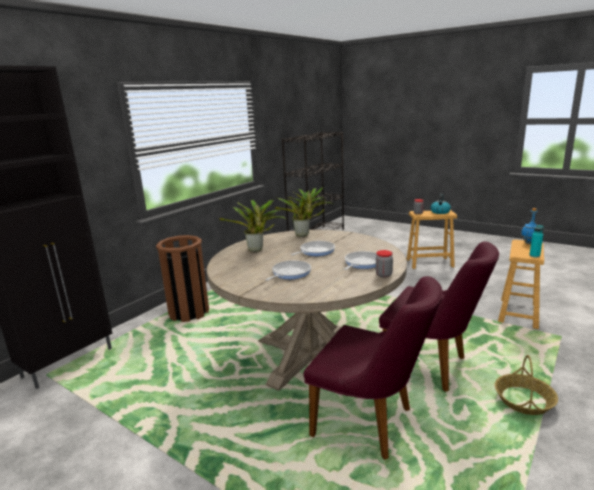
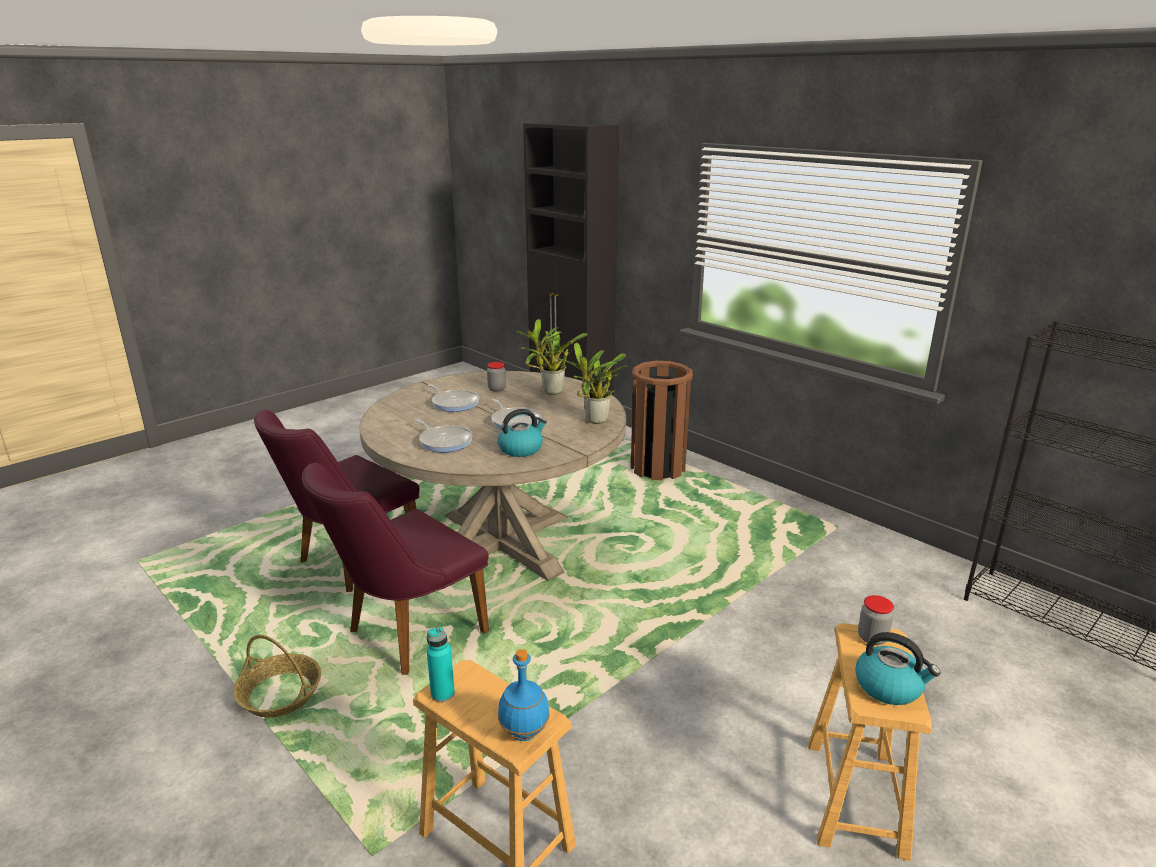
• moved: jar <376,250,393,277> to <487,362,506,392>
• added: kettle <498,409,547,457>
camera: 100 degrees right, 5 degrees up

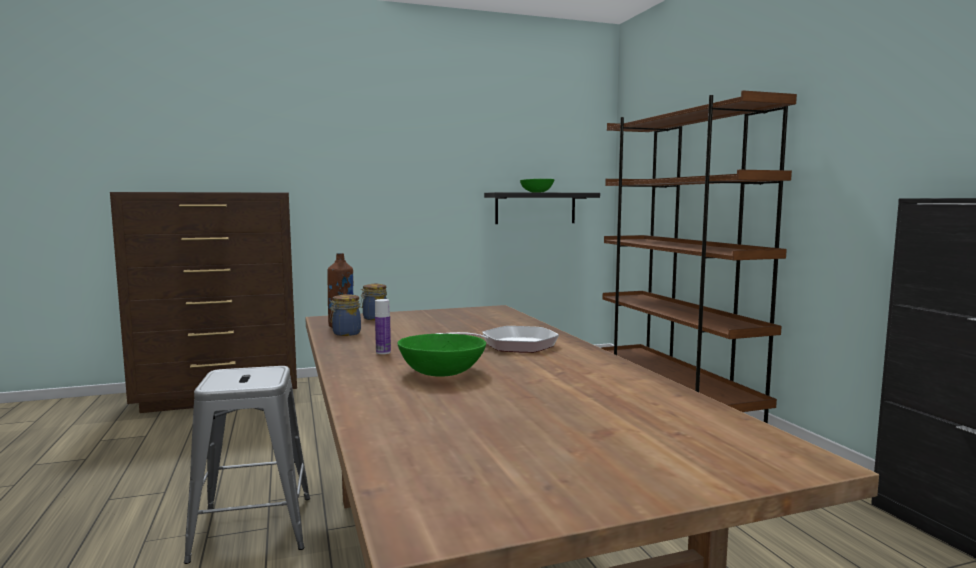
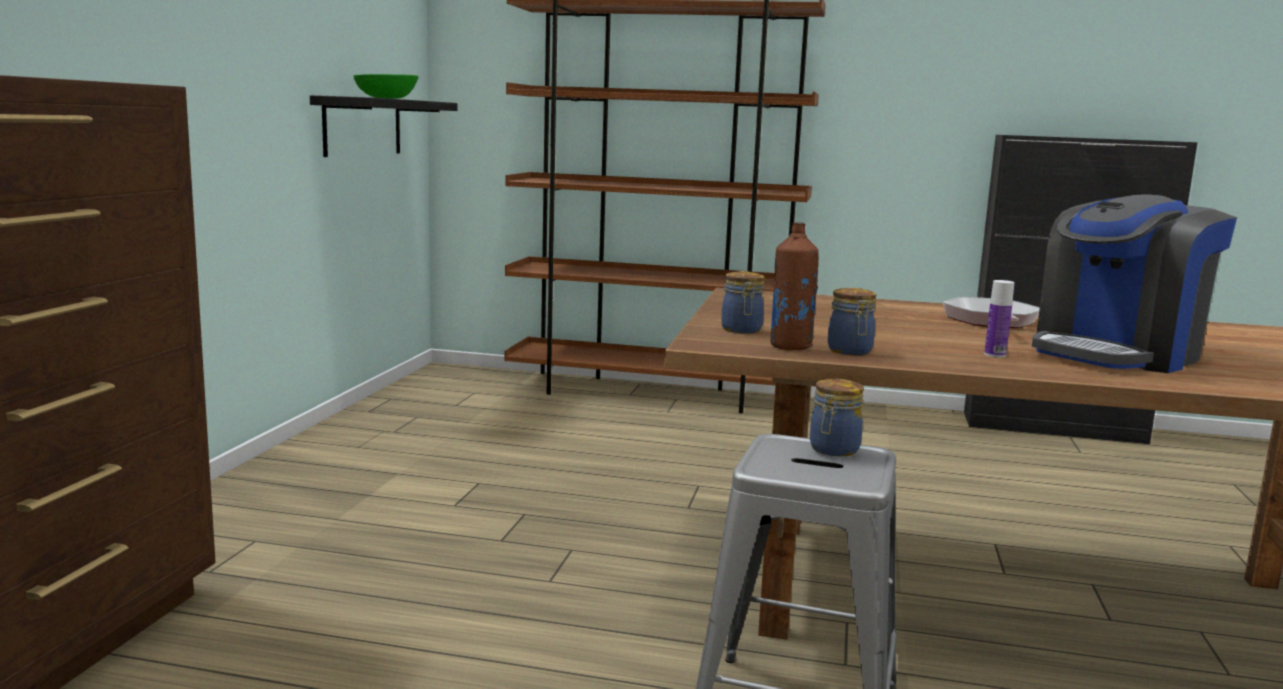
• replaced: deep dish (green) <397,334,486,377> to coffee maker <1032,194,1237,373>
• added: jar <810,379,864,456>
camera: 60 degrees left, 5 degrees up

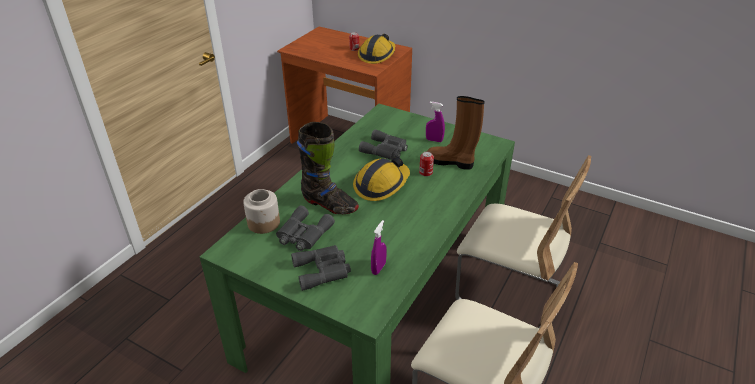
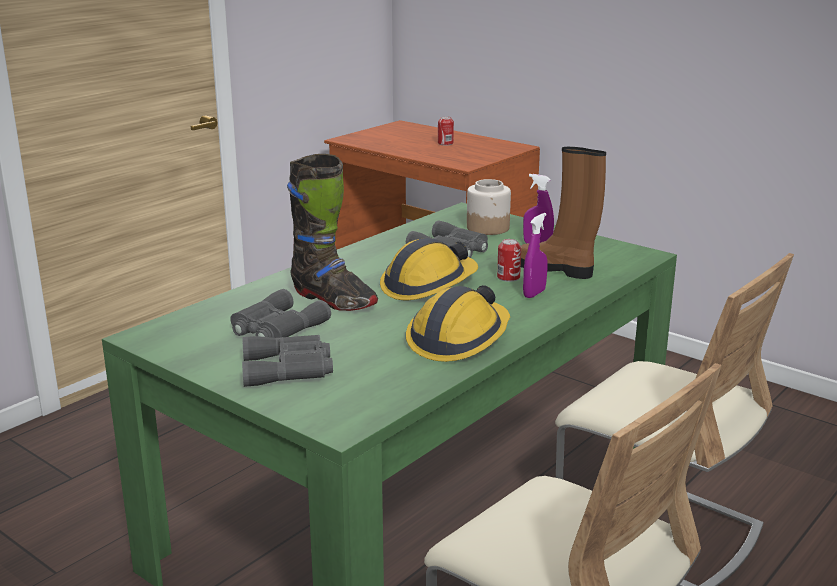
• moved: jar <243,189,280,234> to <467,179,511,235>
• moved: safety helmet <358,34,395,64> to <406,285,510,362>
• moved: hand sprayer (purple-coloured) <371,220,387,275> to <523,213,548,298>
camera: 10 degrees right, 15 degrees down

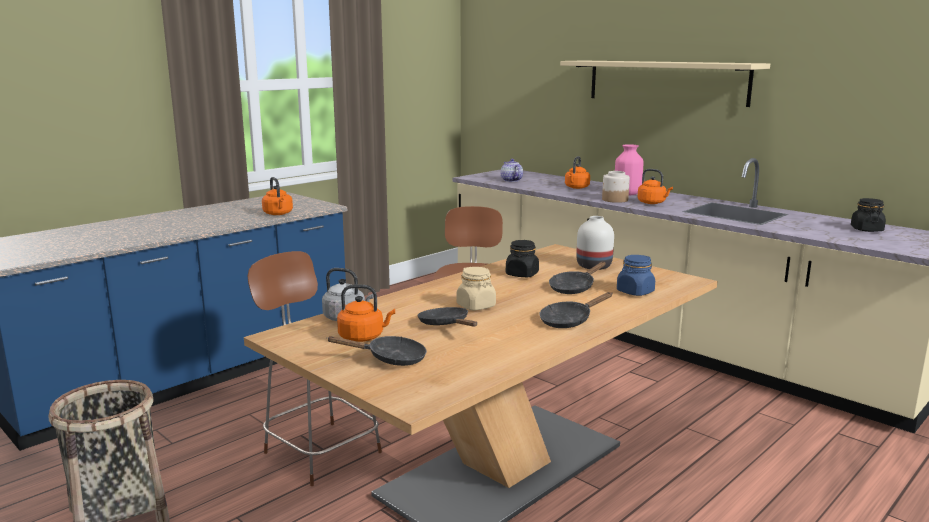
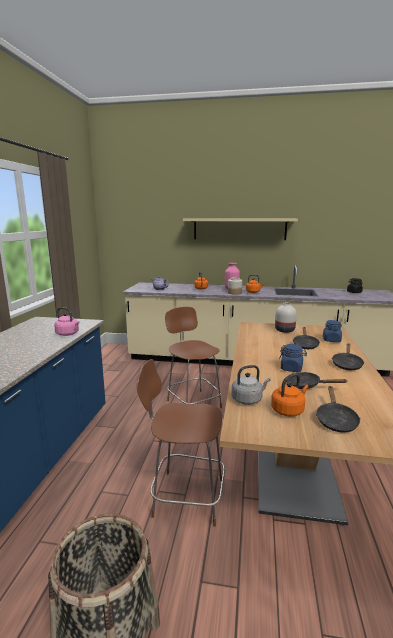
• recoloured: kettle (orange) <262,177,293,215> to kettle (pinkish) <54,307,80,336>
• turned: frying pan (blackish) <326,336,427,366> = <316,386,360,433> 135 degrees clockwise
• recoloured: jar (beige) <457,267,496,311> to jar (bluish) <279,344,307,372>
• removed: jar (blackish) <506,240,539,277>
camera: 35 degrees left, 0 degrees up

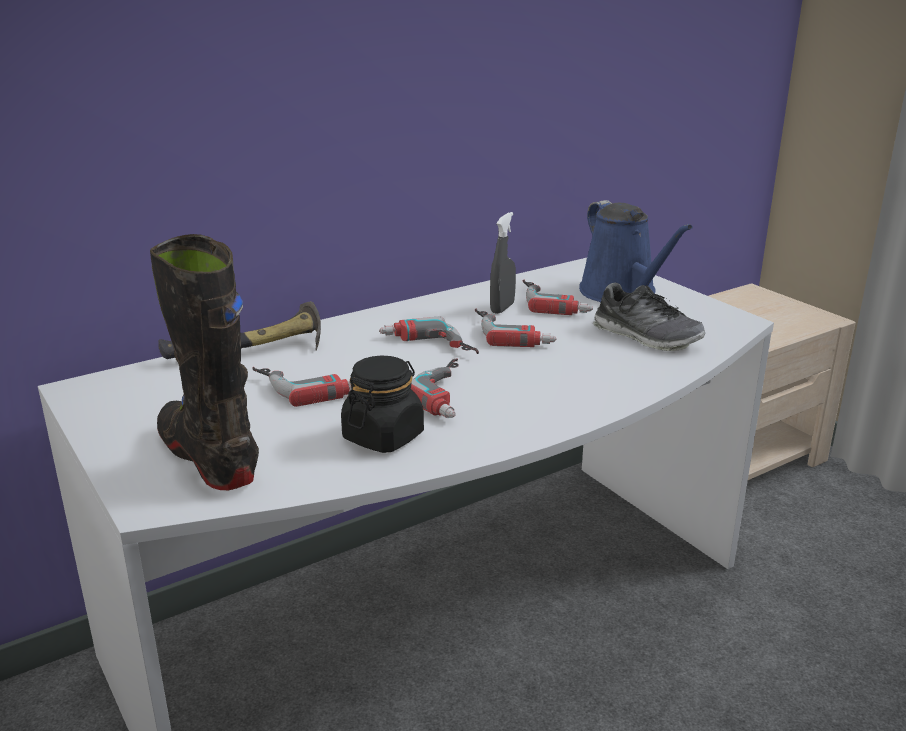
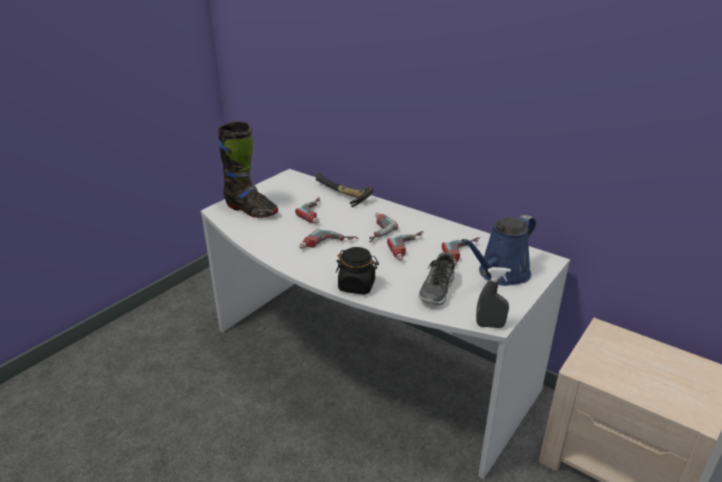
• turned: tall boot (blackish) <150,234,259,490> = <217,121,278,218> 90 degrees clockwise
• moved: jar (blackish) <341,355,424,453> to <336,247,379,294>
• moved: hand sprayer (gray) <490,212,516,314> to <476,267,511,328>
camera: 70 degrees right, 5 degrees up

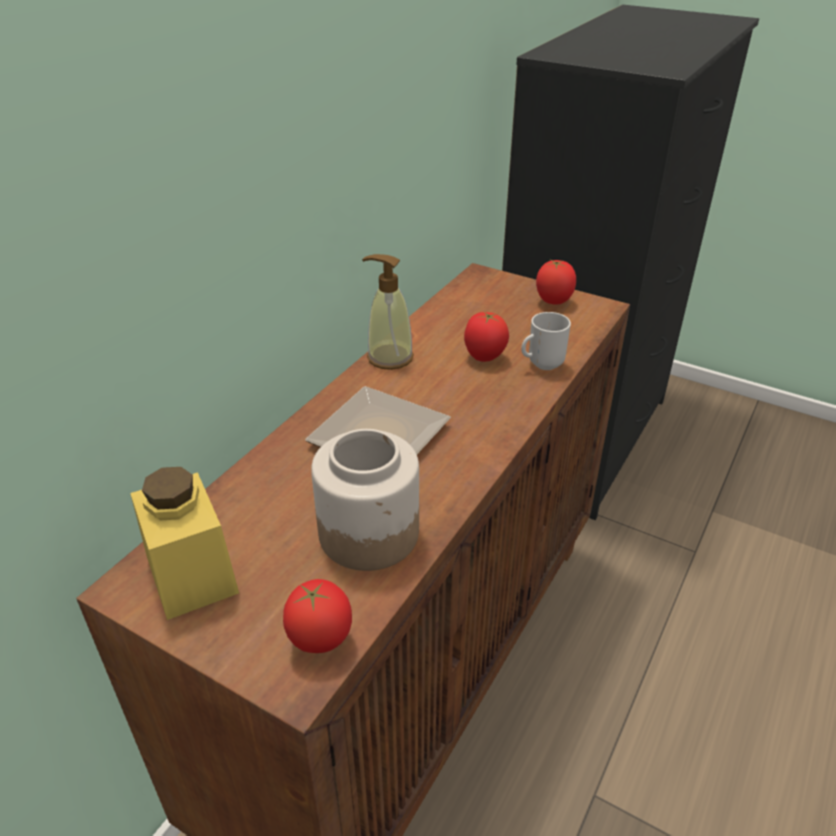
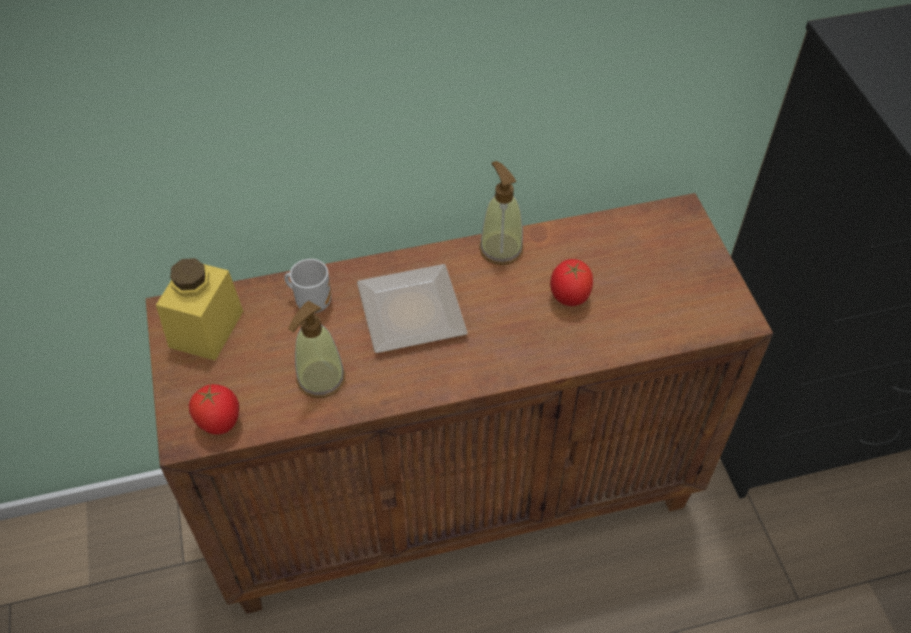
• replaced: jar <311,429,419,571> to soap bottle <288,301,345,398>
• moved: coffee mug <521,312,571,370> to <284,259,331,313>
• removed: whole tomato <536,260,576,305>
camera: 45 degrees right, 15 degrees up

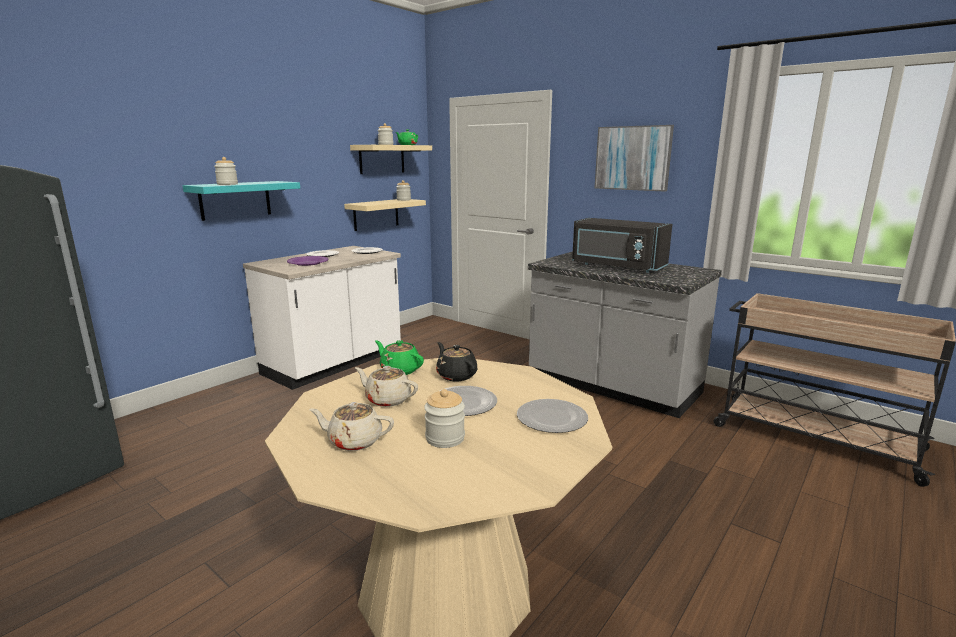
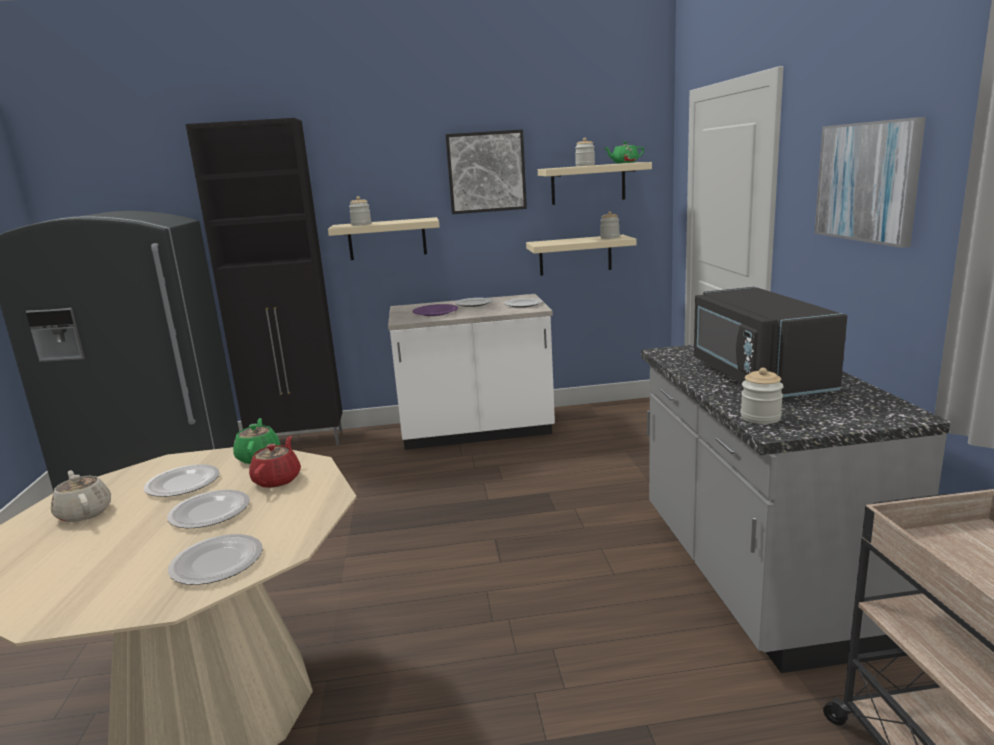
• recoloured: bracket shelf (turquoise) <183,181,300,221> to bracket shelf (beige) <328,217,440,260>
• replaced: pot for tea (beige) <355,366,418,407> to plate <144,464,220,497>
• moved: jar <424,389,465,448> to <740,368,784,424>
• recoloured: pot for tea (blackish) <436,342,477,381> to pot for tea (reddish) <249,436,301,488>
• added: cabinet (blackish) <185,118,343,445>
• added: wall picture <445,129,527,214>
camera: 45 degrees right, 0 degrees up

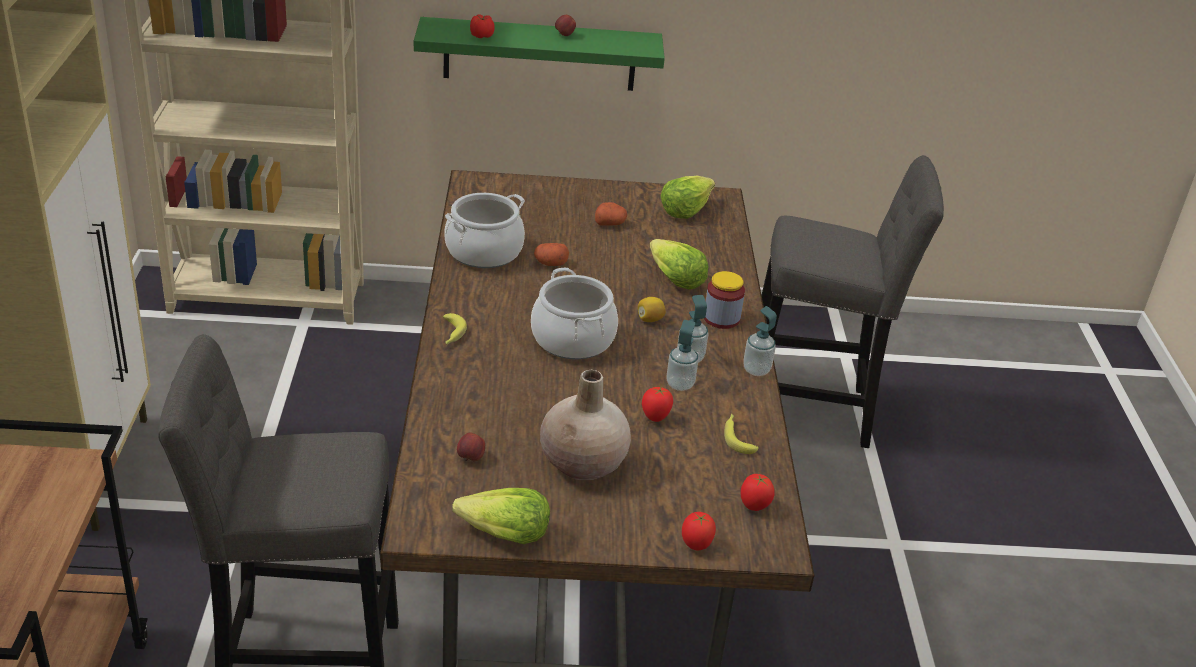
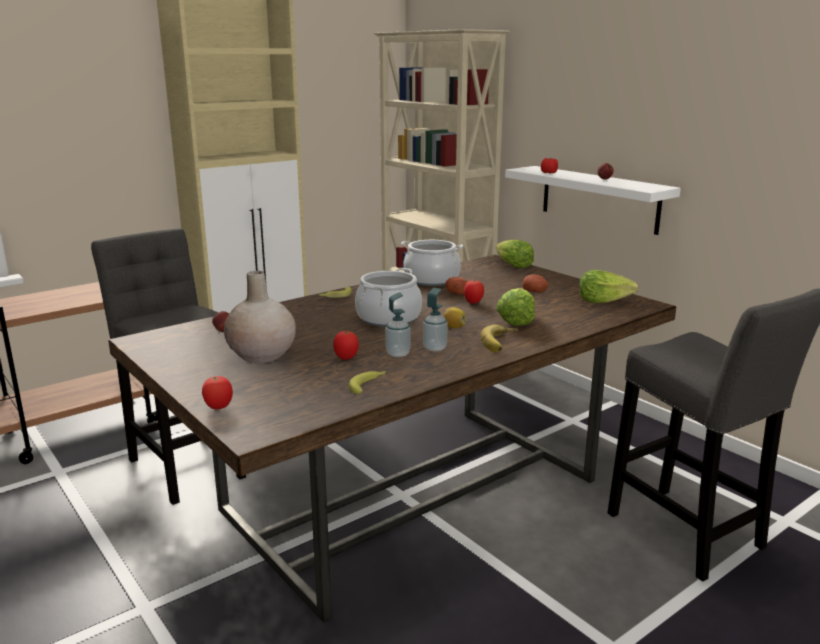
• recoloured: bracket shelf (green) <414,17,665,91> to bracket shelf (white) <505,166,681,235>
• moved: lettuce head <452,488,550,544> to <496,239,534,268>
• replaced: jar <704,271,745,329> to banana <480,324,518,352>
• moved: whole tomato <740,474,775,511> to <464,280,484,304>
• removed: soap bottle <743,306,777,376>
camera: 55 degrees right, 15 degrees down

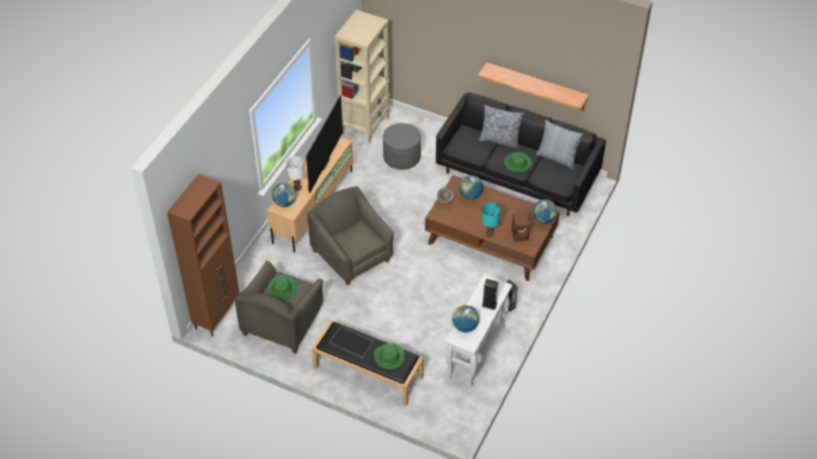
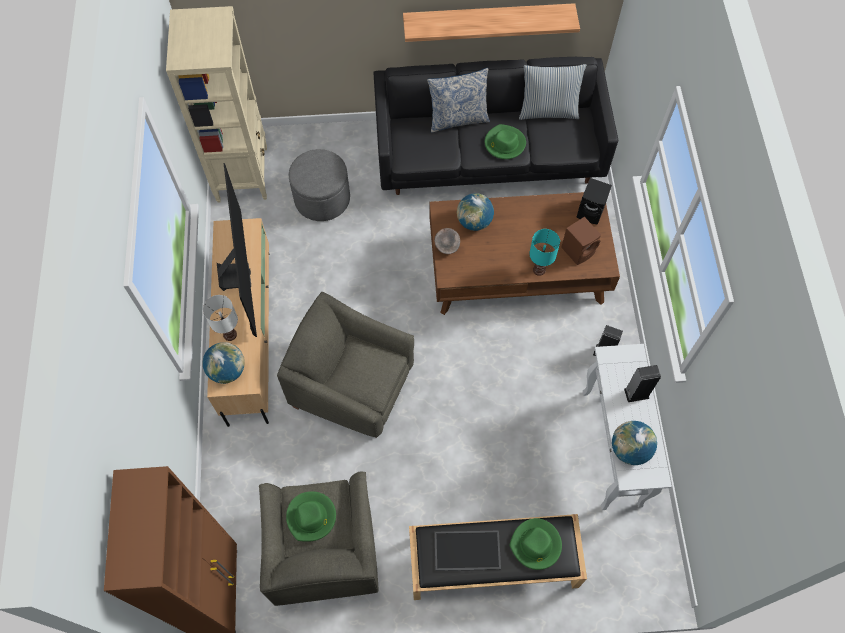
• replaced: world globe <532,199,557,224> to loudspeaker (blackish) <577,178,612,225>
camera: 30 degrees left, 15 degrees up

